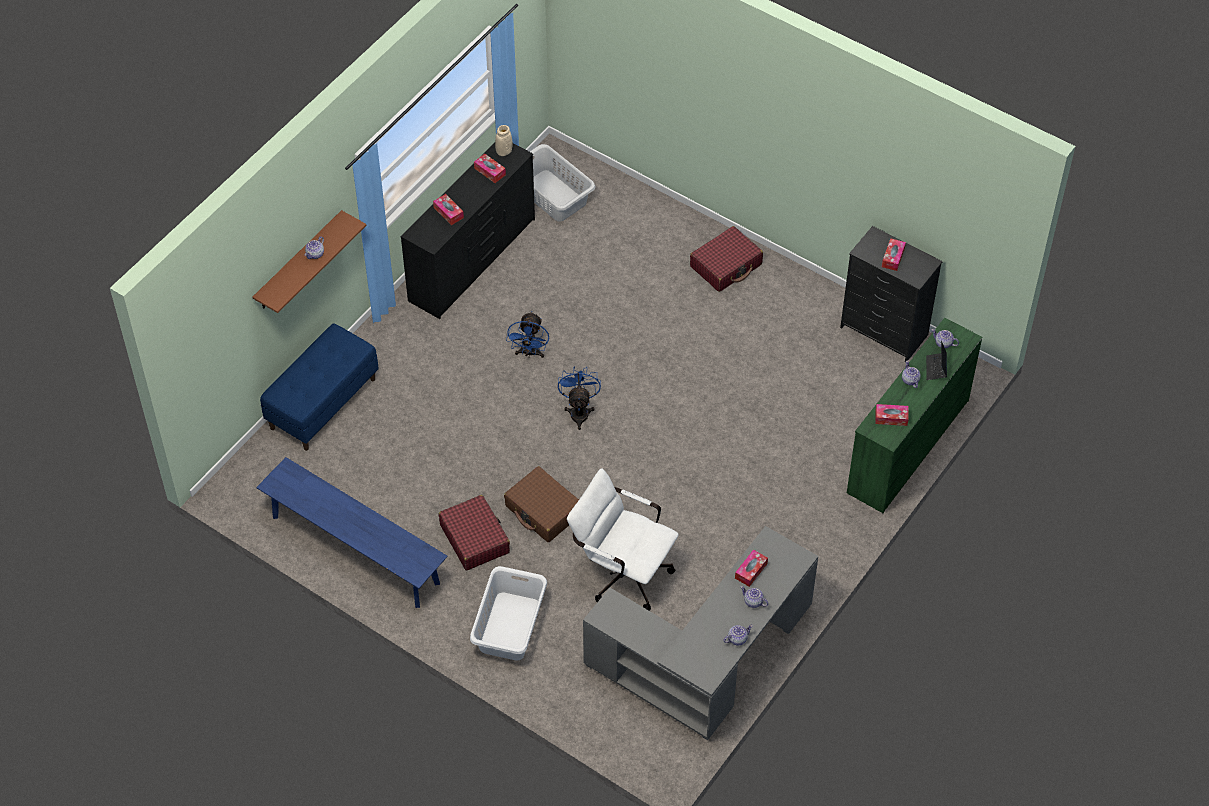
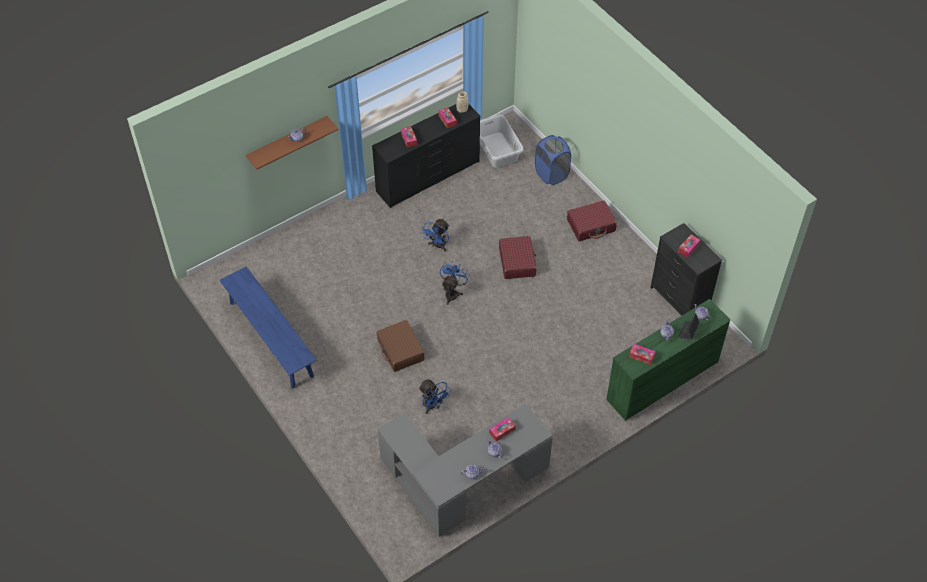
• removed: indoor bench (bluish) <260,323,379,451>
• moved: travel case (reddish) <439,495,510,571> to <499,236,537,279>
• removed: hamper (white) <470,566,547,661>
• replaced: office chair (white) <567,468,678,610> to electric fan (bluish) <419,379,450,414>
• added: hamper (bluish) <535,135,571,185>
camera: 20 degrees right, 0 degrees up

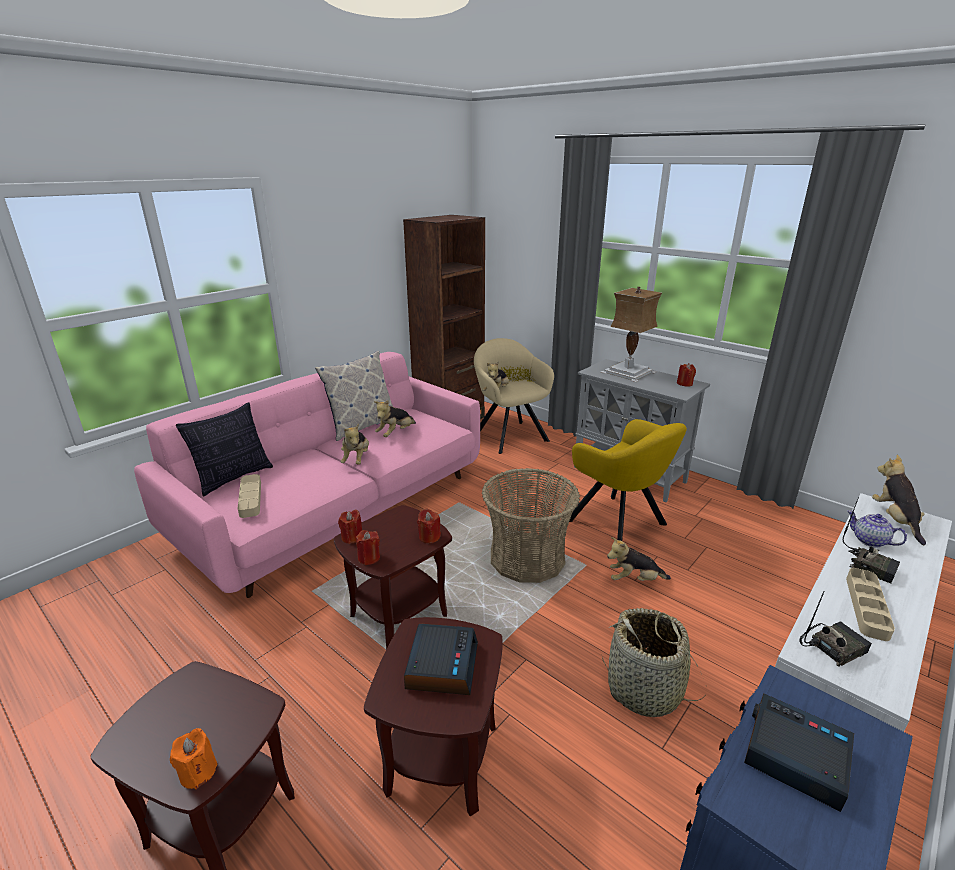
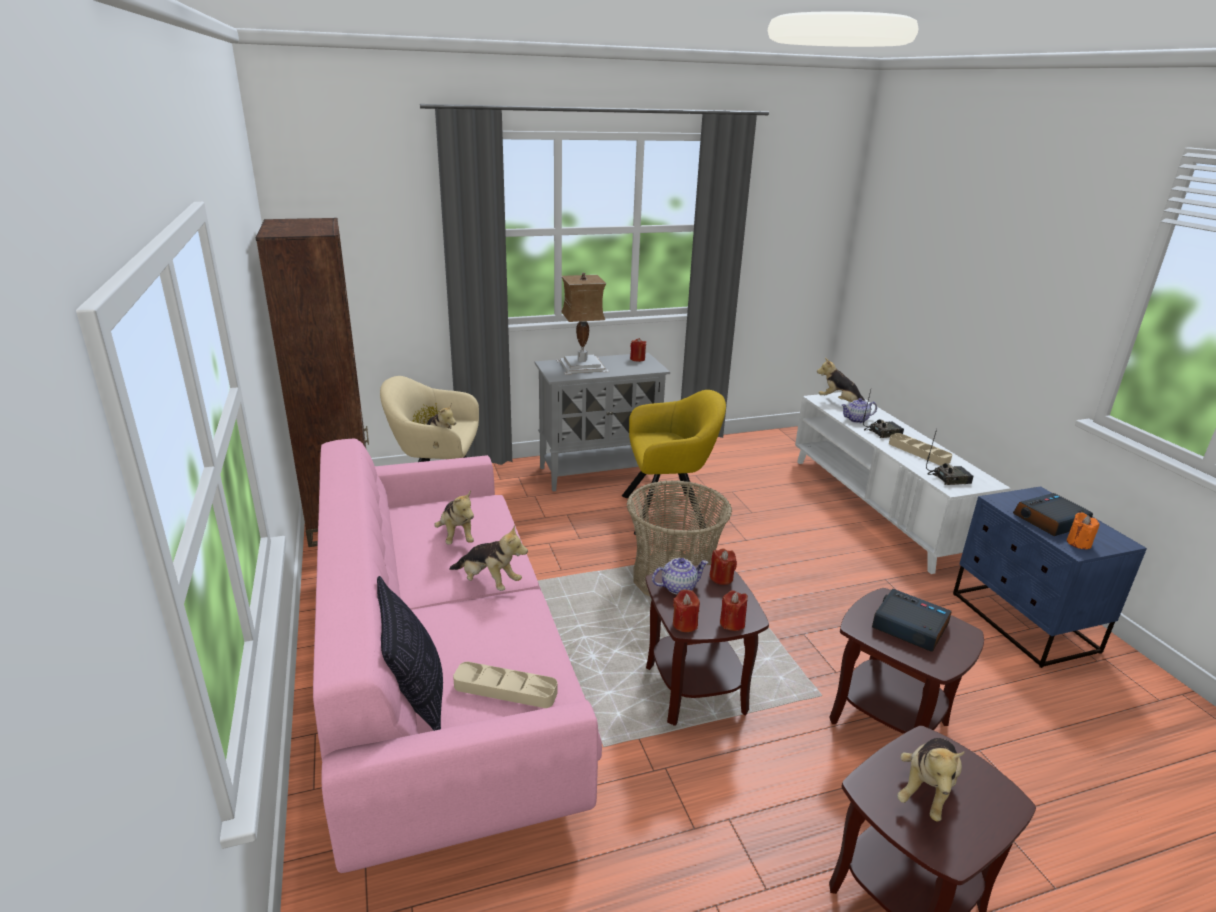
• moved: wax light (orange) <170,728,218,789> to <1067,512,1100,549>
• removed: throw pillow <315,351,393,441>
• removed: storage basket <602,608,705,717>
• moved: plush toy <607,537,671,581> to <897,738,965,822>
• turned: radio <799,591,872,667> = <926,429,974,485> 75 degrees clockwise
• added: pot for tea <652,558,708,594>
camera: 60 degrees left, 0 degrees up

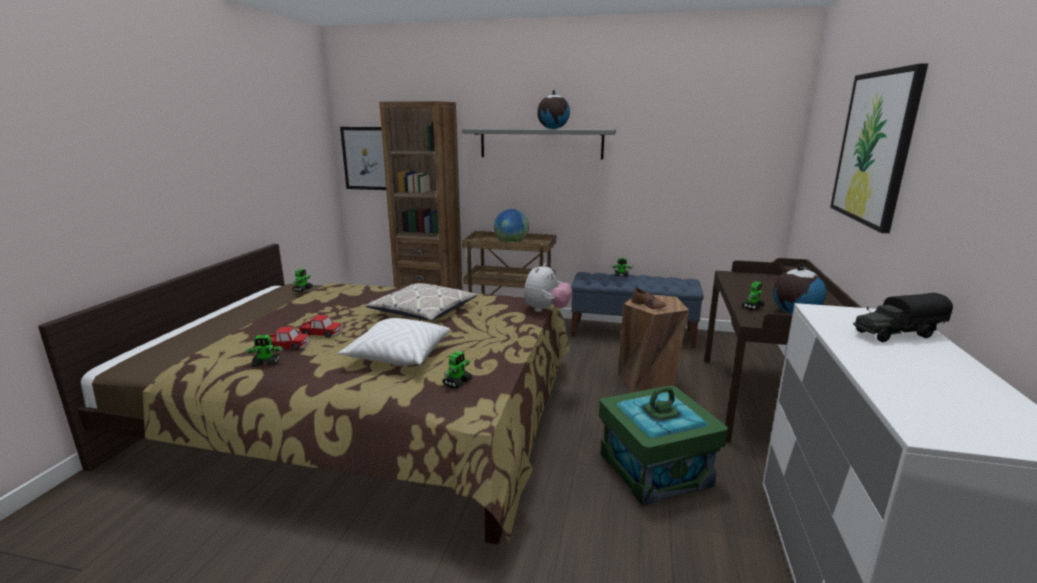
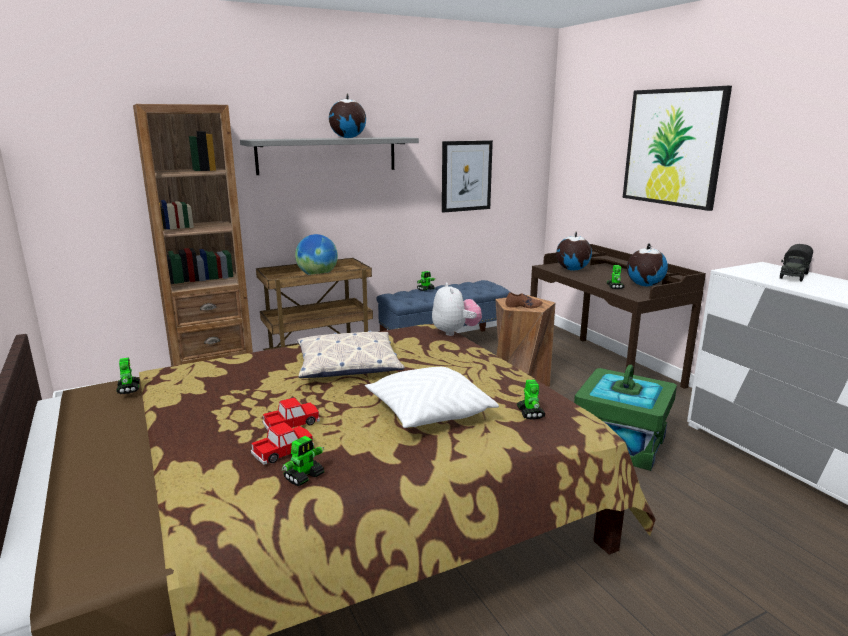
• moved: wall picture <340,127,386,190> to <442,140,493,213>
• added: world globe <556,232,592,271>
camera: 40 degrees left, 0 degrees up

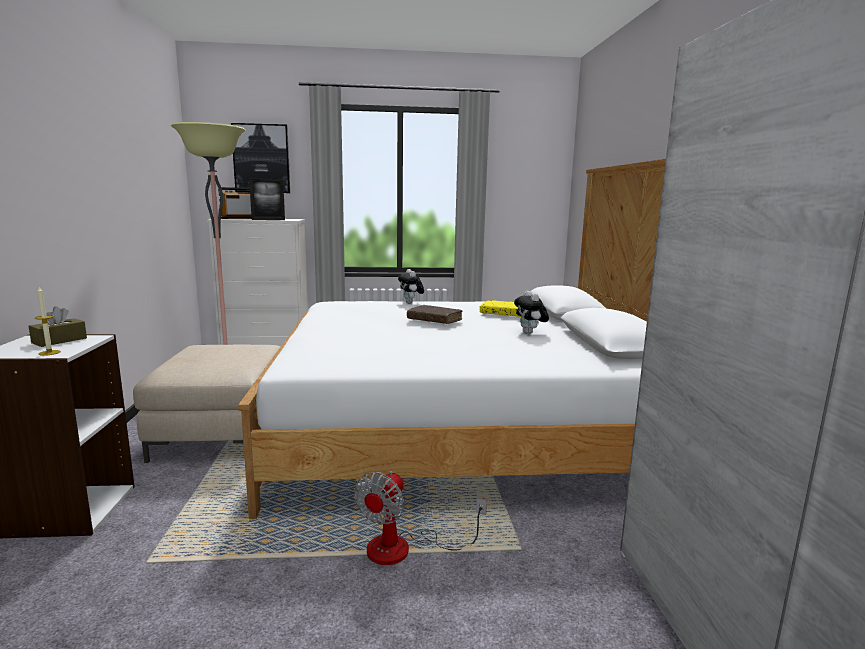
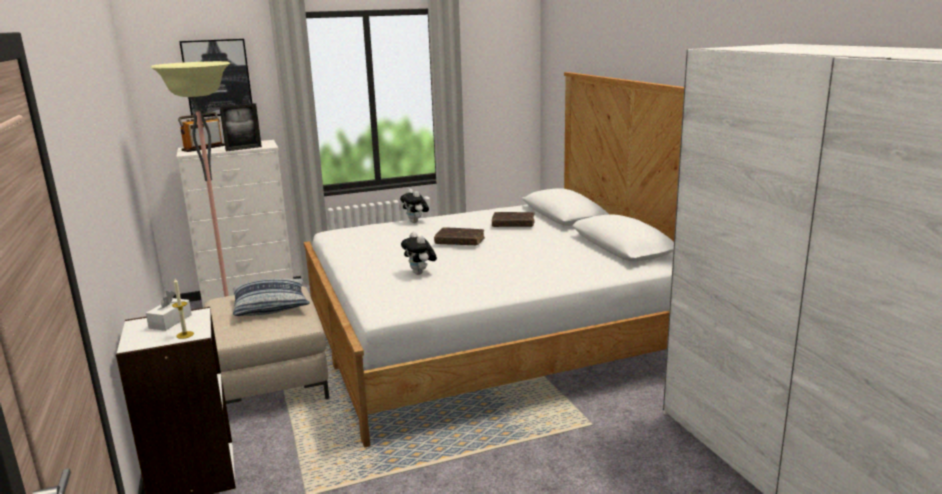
• recoloured: tissue box (brown) <28,306,87,347> to tissue box (white) <146,291,192,331>
• removed: electric fan <354,471,487,565>
• recoloured: volume (yellow-coloured) <480,300,521,317> to volume (brown) <492,212,535,227>
• moved: plush toy <514,290,549,334> to <401,232,437,275>
• added: throw pillow <233,278,310,316>
camera: 15 degrees left, 5 degrees up

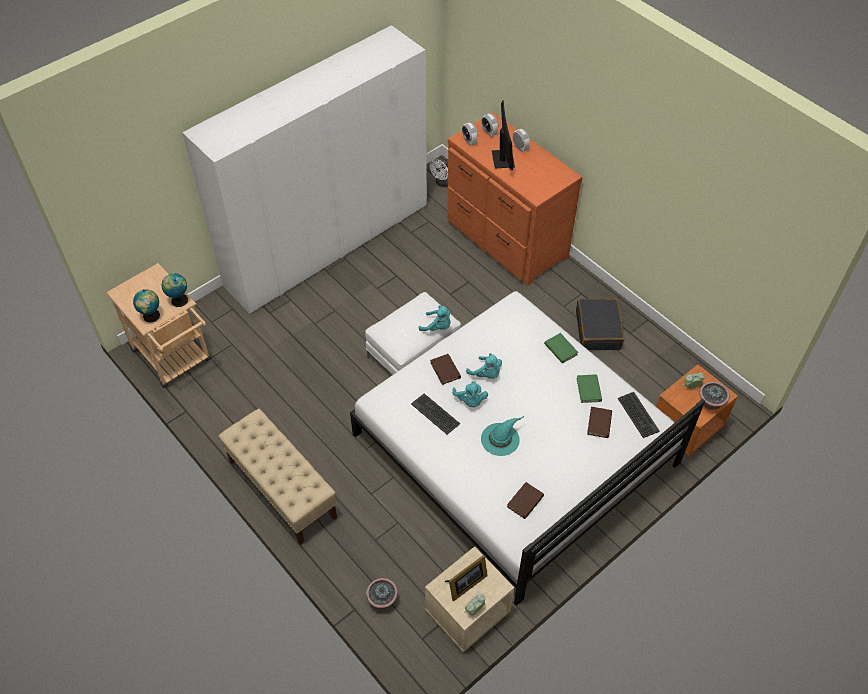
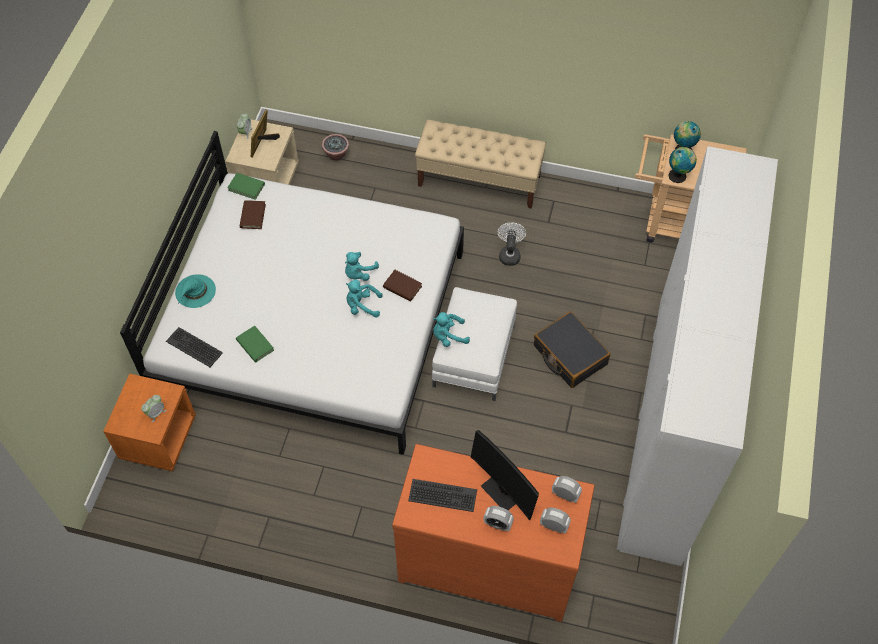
• moved: PC keyboard <411,393,460,435> to <408,479,477,512>
• moved: electric fan (white) <430,159,448,187> to <498,222,526,266>
• turned: plush toy (turquoise) <452,381,488,407> = <345,252,379,281> 90 degrees counterclockwise
• moved: hat (turquoise) <481,416,524,456> to <175,274,216,308>
• moved: volume (green) <544,333,578,364> to <227,173,265,200>
• moved: travel case (blackish) <576,298,624,350> to <534,311,610,388>
• removed: volume (brown) <587,407,612,438>
• removed: houseplant <699,381,730,410>
camera: 145 degrees right, 5 degrees up

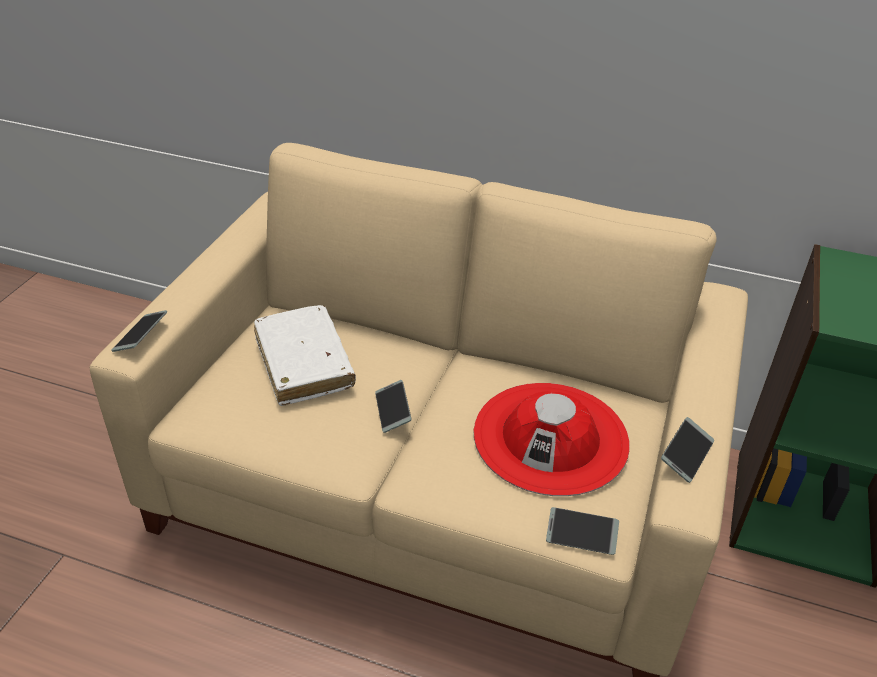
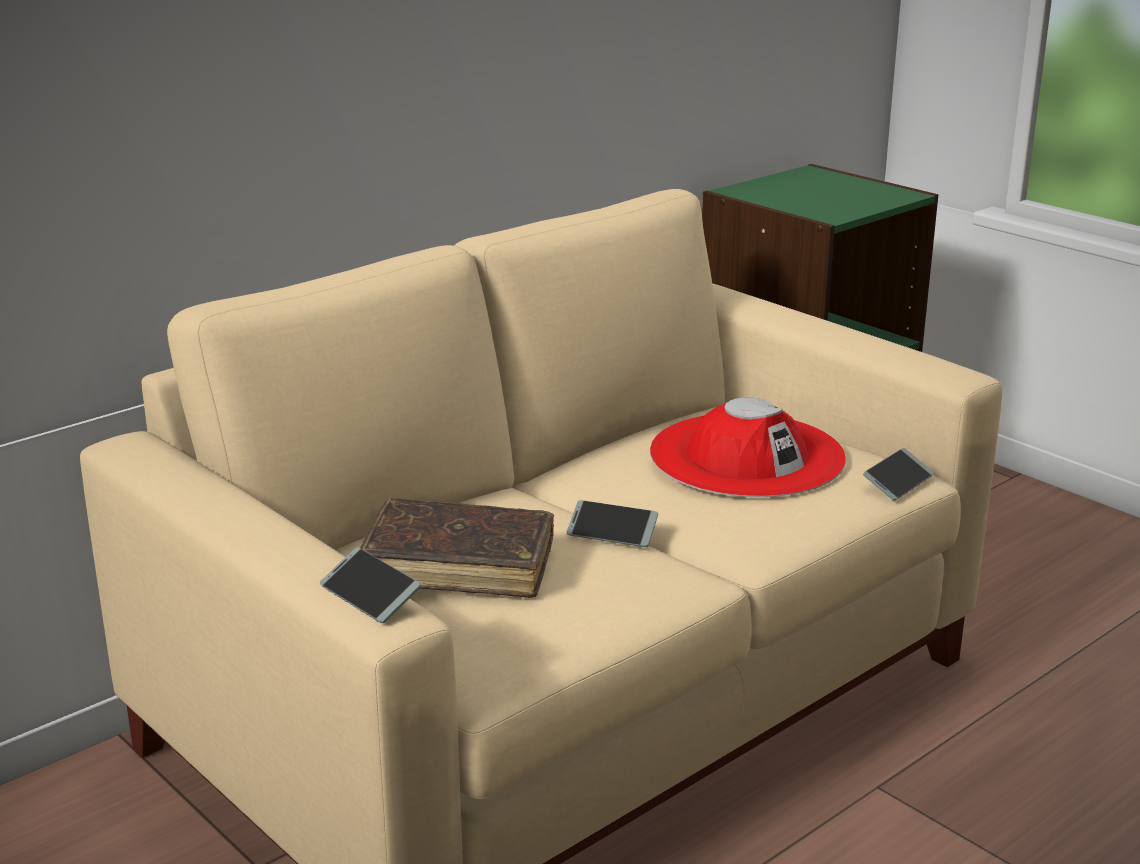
• recoloured: volume (white) <254,305,356,406> to volume (brown) <360,498,554,598>
• removed: handset <661,417,714,483>
camera: 60 degrees left, 15 degrees down

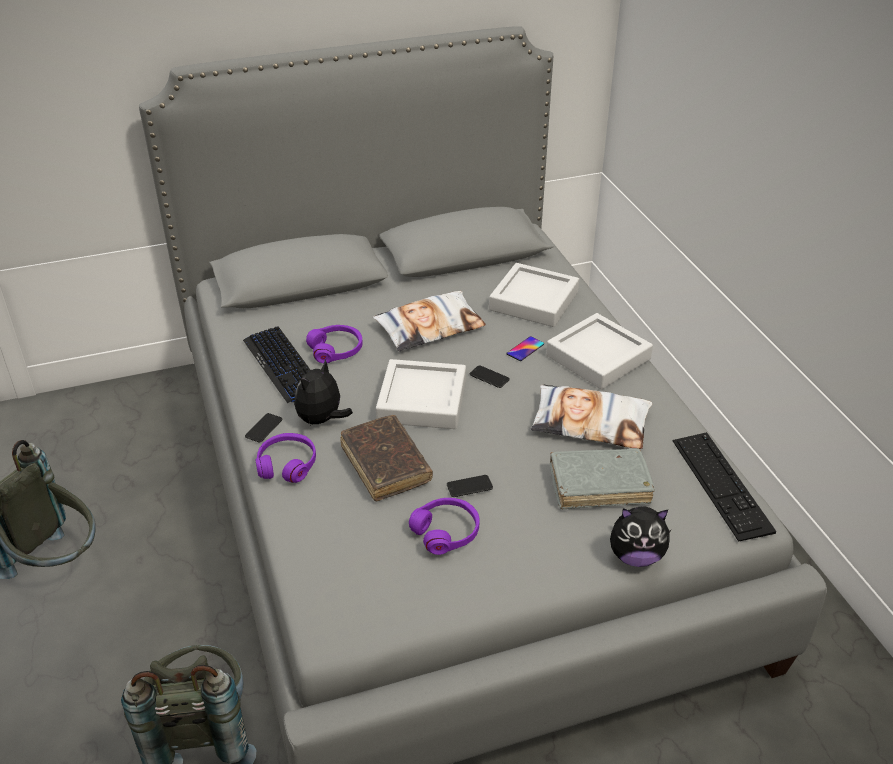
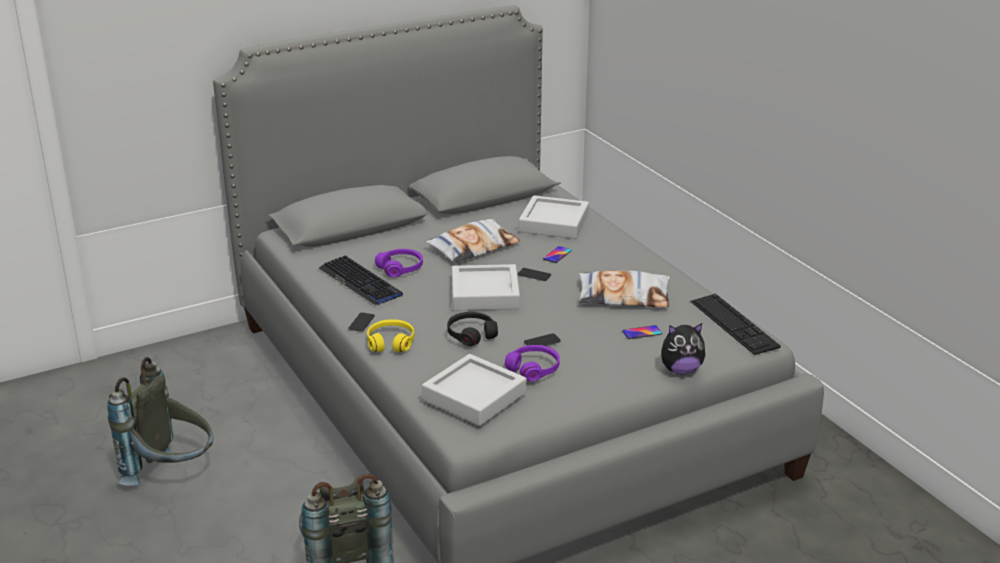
• recoloured: headphones (purple-coloured) <255,433,316,483> to headphones (yellow-coloured) <367,319,414,352>
• removed: plush toy <294,359,353,426>
• replaced: volume (brown) <340,415,433,501> to headphones (blackish) <447,312,498,346>
• moved: carrying tray (gray) <546,313,653,390> to <422,354,527,426>
• replaced: volume (gray) <550,449,655,509> to handset <622,325,662,339>
camera: 10 degrees left, 10 degrees down

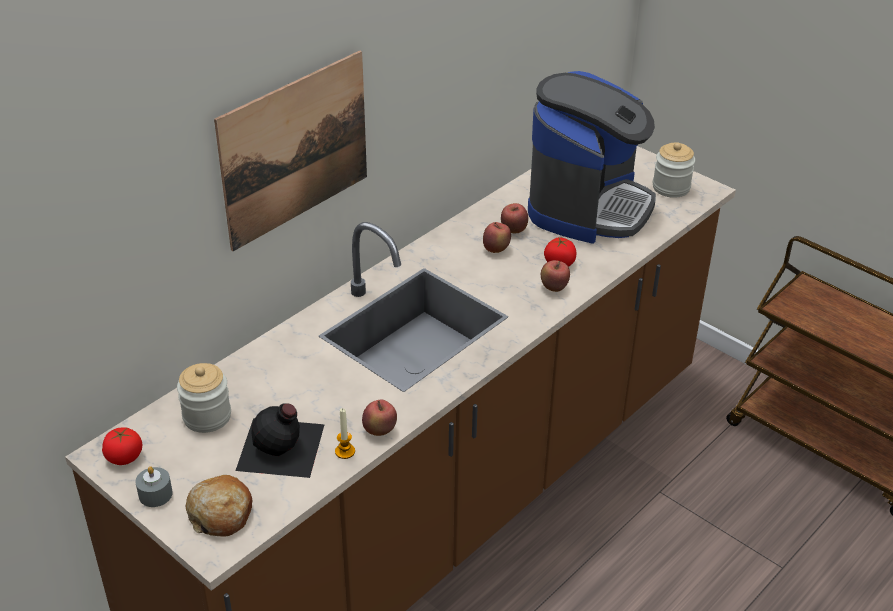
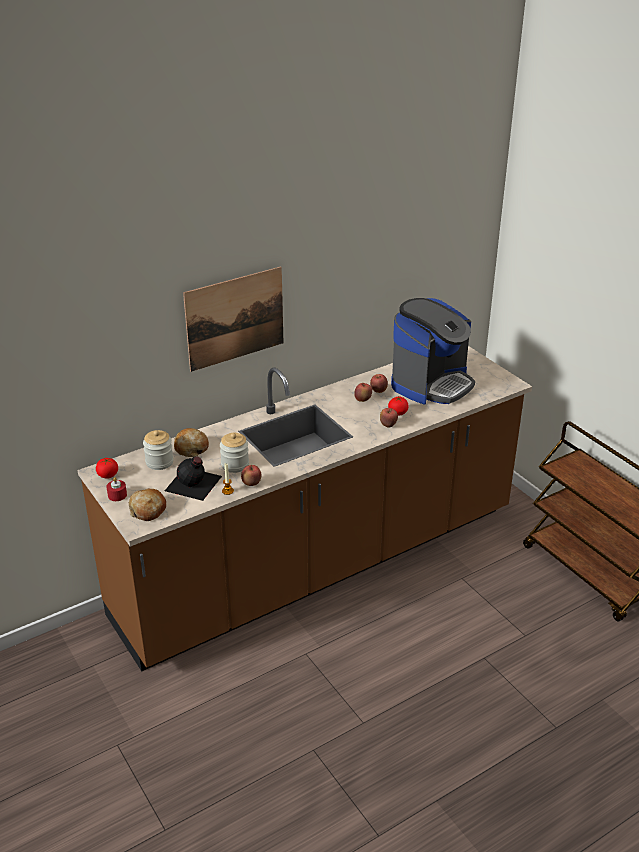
• recoloured: wax light (gray) <135,466,173,507> to wax light (reddish) <106,477,127,501>
• moved: jar <653,142,695,198> to <220,433,249,473>
• added: bakery bread <174,428,209,457>
camera: 15 degrees right, 5 degrees down

